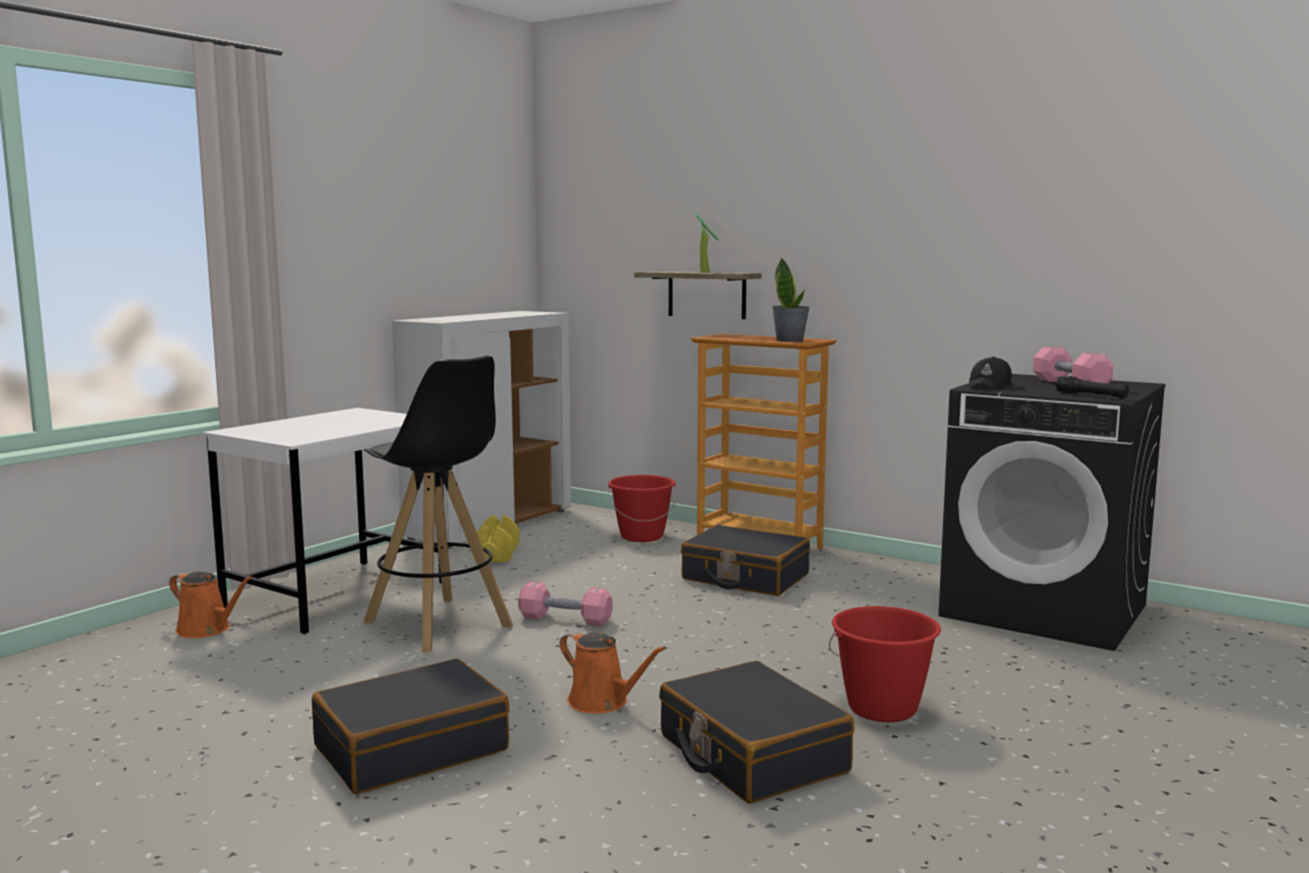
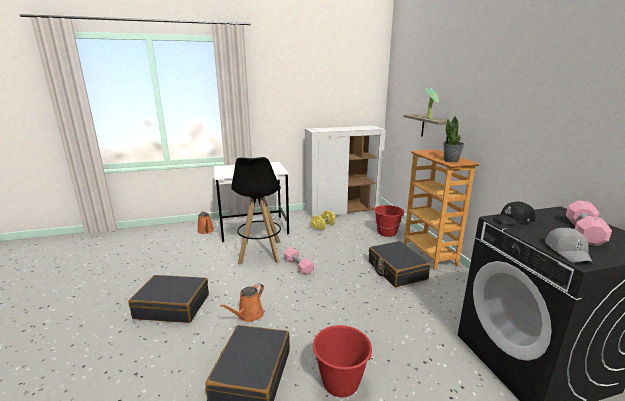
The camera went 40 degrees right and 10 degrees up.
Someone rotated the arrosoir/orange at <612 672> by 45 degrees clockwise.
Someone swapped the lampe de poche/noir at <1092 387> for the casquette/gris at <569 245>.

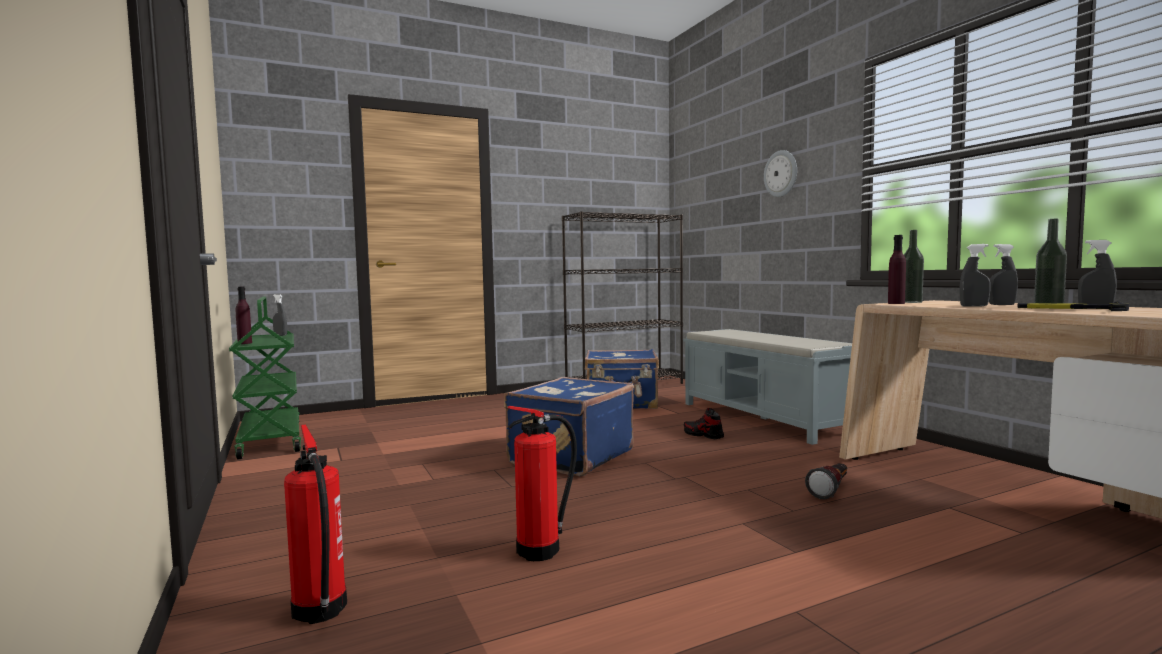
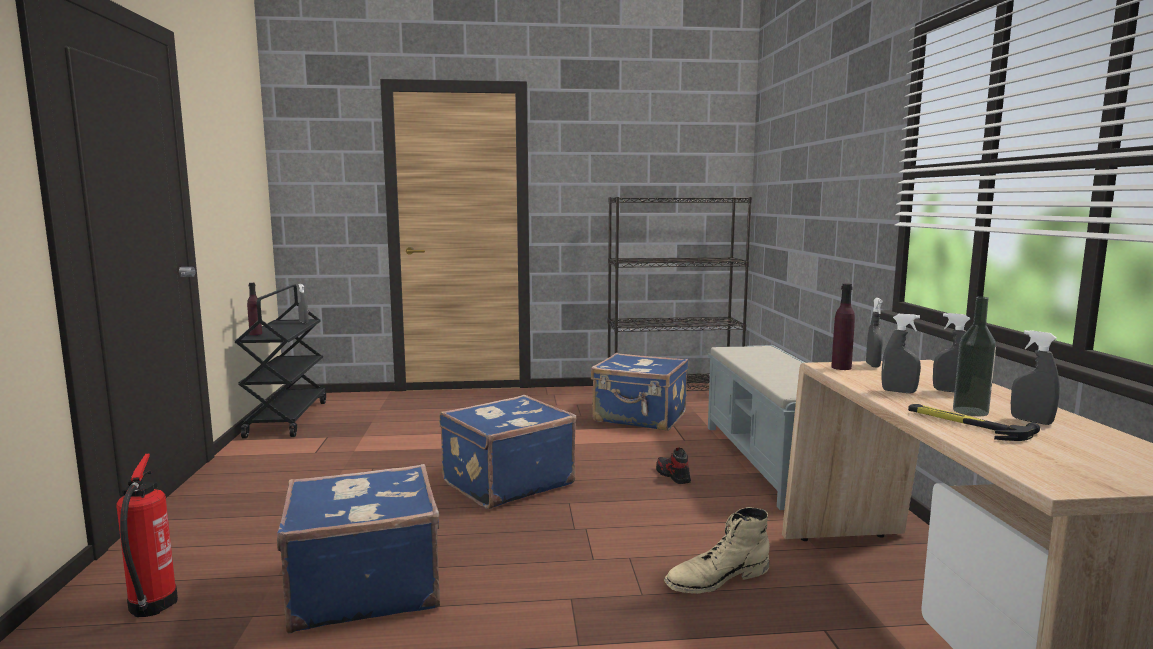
The camera went 20 degrees right and 5 degrees up.
Someone repainted the chariot/vert at <265 378>, which became the chariot/noir at <280 361>.
Someone swapped the extincteur at <542 483> for the valise/bleu at <358 549>.
Someone swapped the lampe de poche at <826 481> for the botte/beige at <717 550>.
Someone swapped the bouteille at <914 266> for the vaporisateur/gris at <874 333>.
Someone took away the horloge murale at <780 173>.

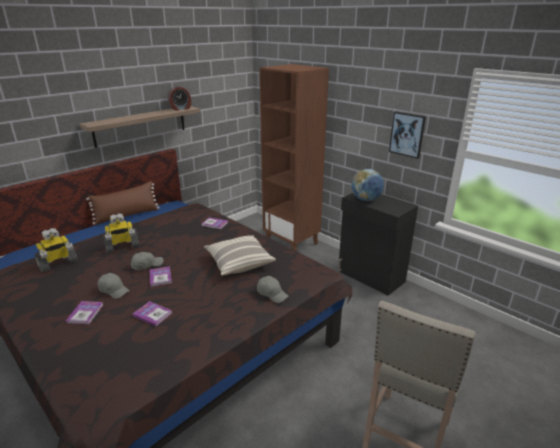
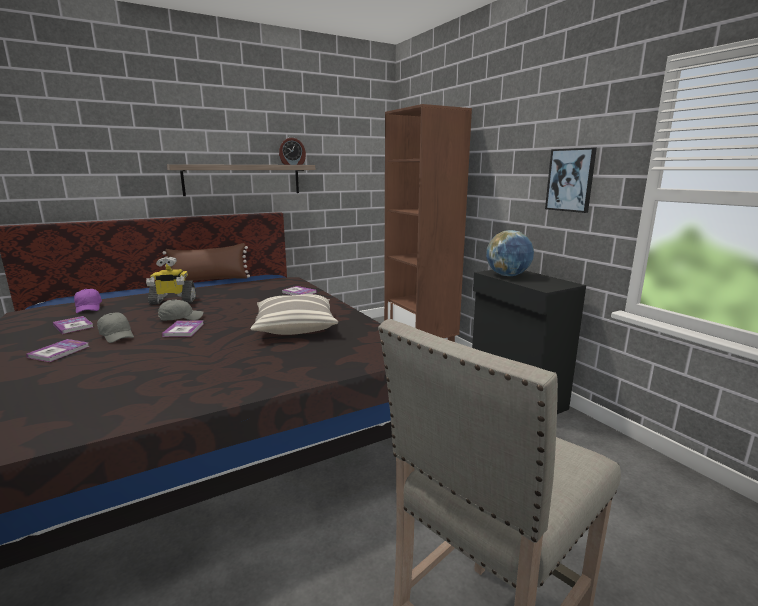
The camera went 15 degrees right and 10 degrees down.
Someone carried the livre from <152 313> to <73 325>.
Someone swapped the robot jouet at <56 250> for the casquette/violet at <88 301>.
Someone took away the casquette/gris at <272 289>.

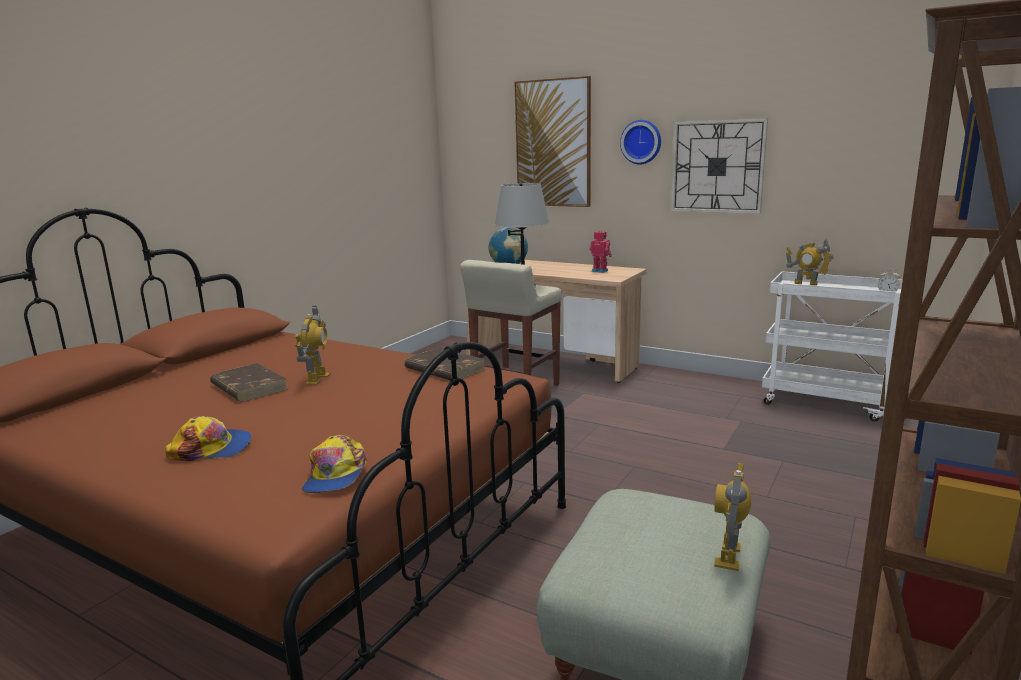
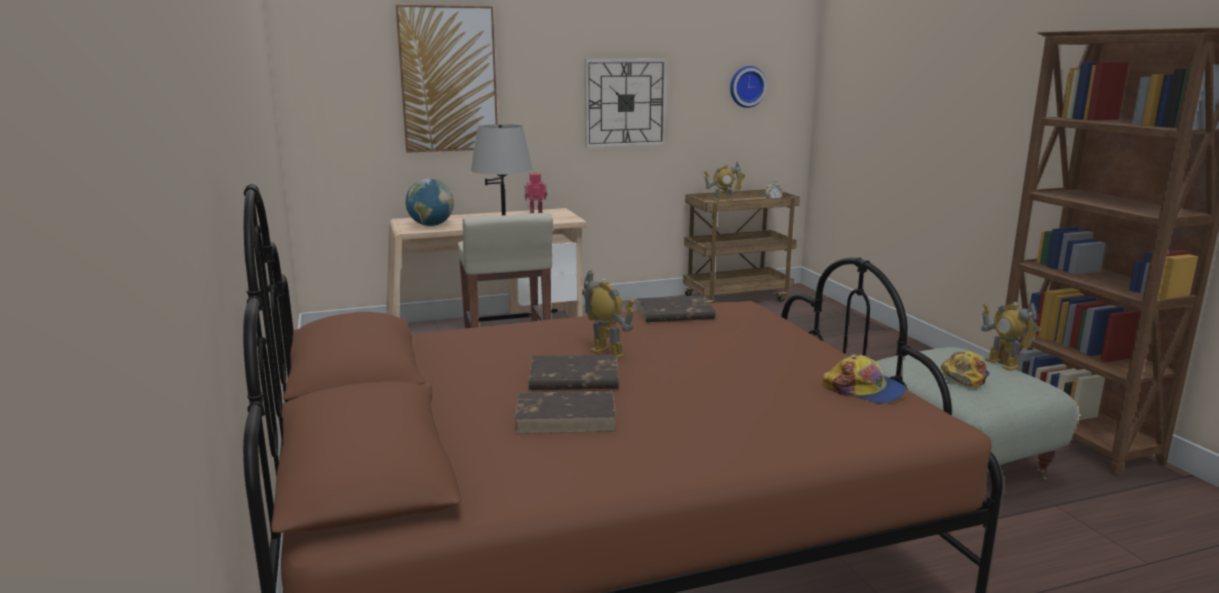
The camera went 50 degrees left and 0 degrees up.
Someone put down the livre/marron at <565 412>.
Someone repainted the chariot/blanc at <832 346>, which became the chariot/marron at <741 246>.
Someone carried the horloge murale from <640 142> to <748 87>.
Someone carried the casquette from <208 438> to <965 369>.

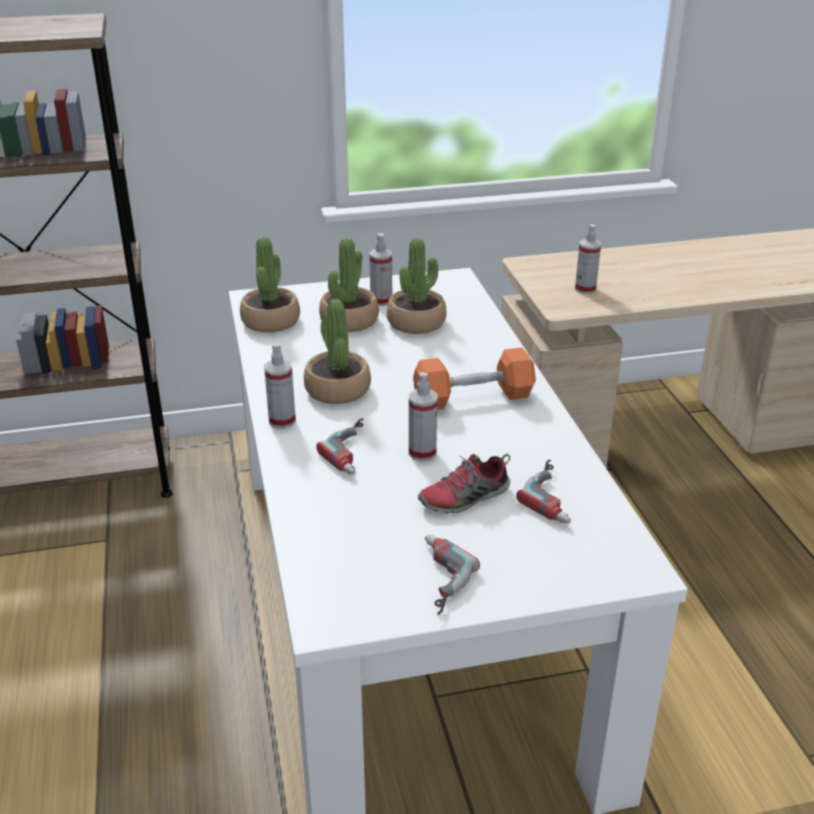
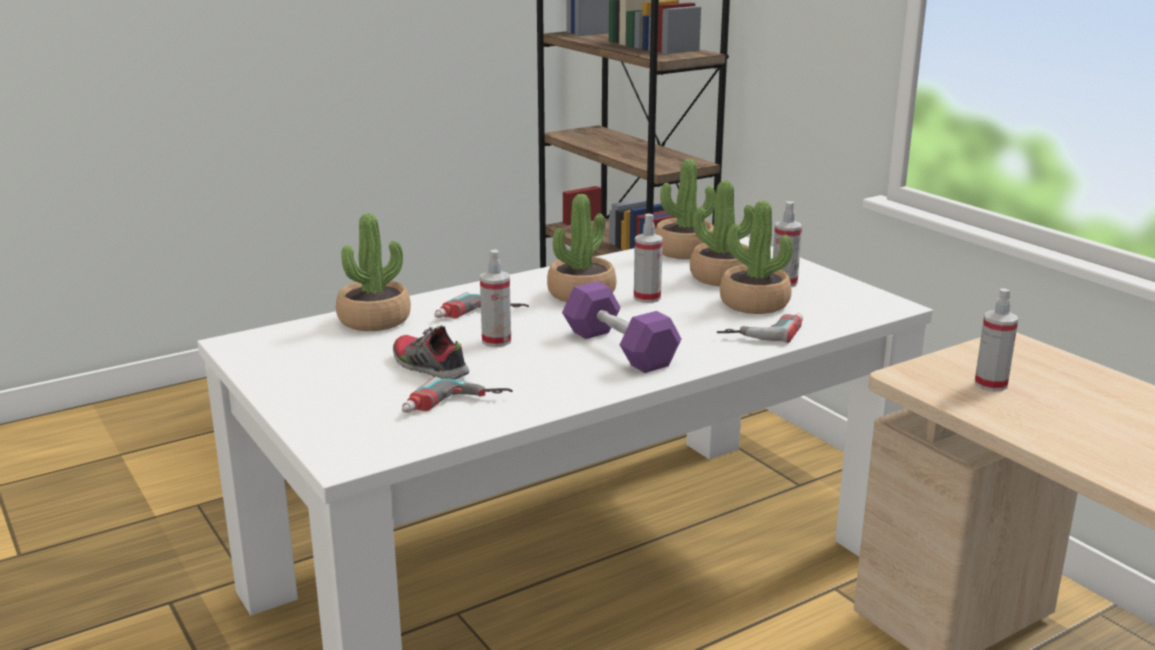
The camera went 70 degrees right and 10 degrees down.
Someone put down the plante en pot at <373 272>.
Someone repainted the haltère/orange at <474 378>, which became the haltère/violet at <621 327>.
Someone carried the vaporisateur from <280 386> to <648 258>.
Someone carried the perceuse from <452 575> to <760 328>.

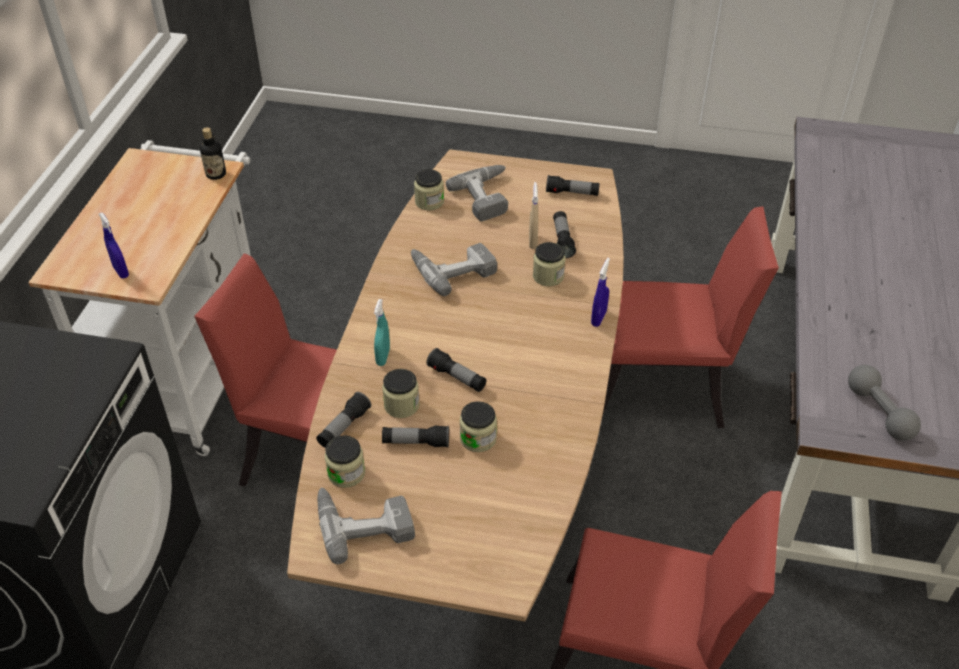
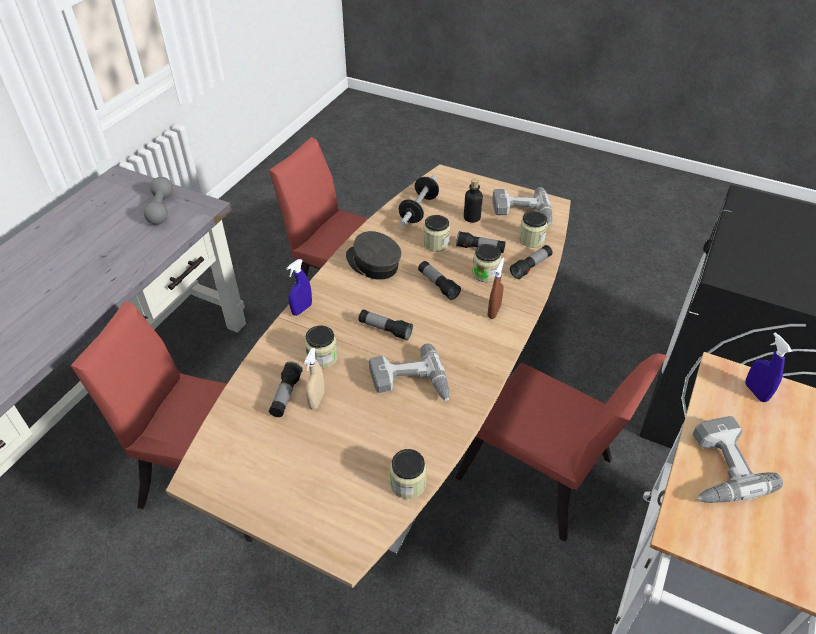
The camera went 165 degrees left and 0 degrees up.
Someone put down the casquette/gris at <373 255>.
Someone carried the lampe de poche from <573 185> to <385 325>.
Someone put down the haltère at <419 200>.
Someone carried the bouteille from <213 153> to <473 201>.
Someone repainted the vaporisateur/turquoise at <382 332>, which became the vaporisateur/marron at <496 288>.
Someone carried the perceuse from <477 193> to <738 459>.

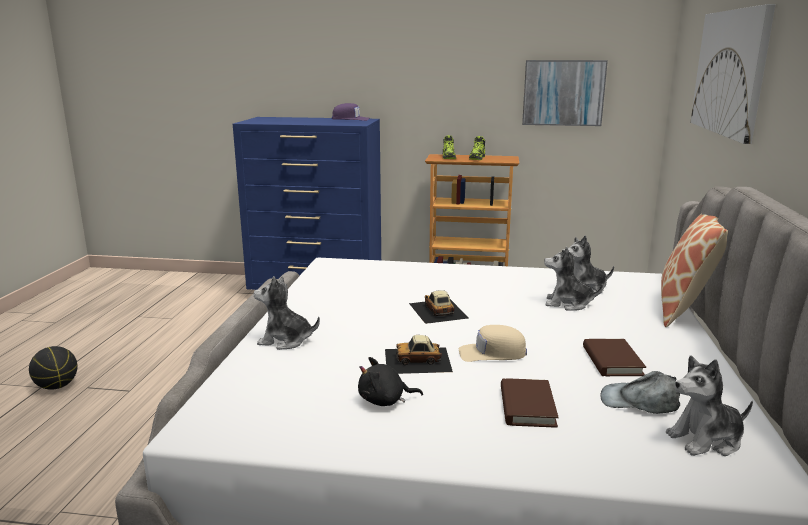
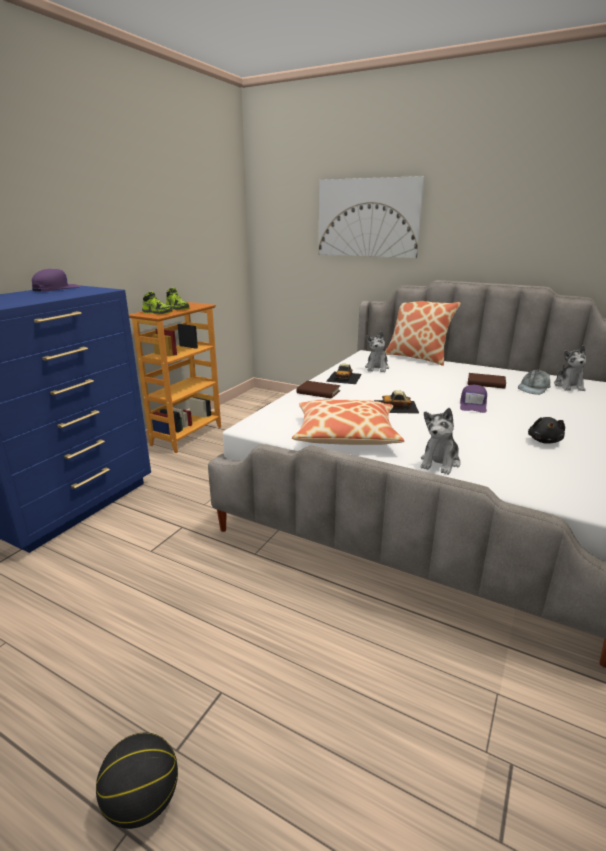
The camera went 70 degrees left and 5 degrees up.
Someone put down the coussin at <348 422>.
Someone carried the livre/marron from <530 403> to <318 390>.
Someone carried the petite voiture from <419 354> to <344 374>.
Someone repainted the casquette/beige at <493 343>, which became the casquette/violet at <473 399>.
Someone took away the tableau at <565 93>.
Someone took away the peluche at <573 278>.

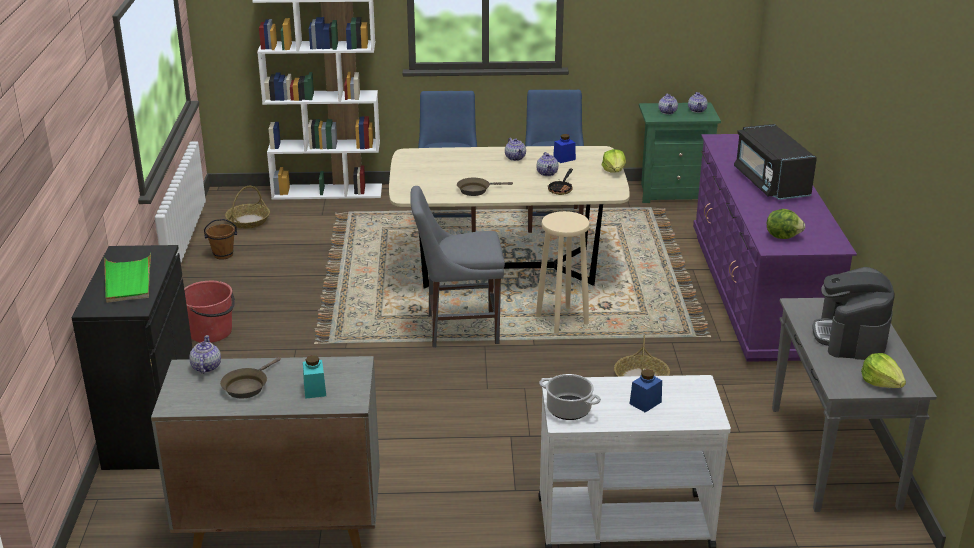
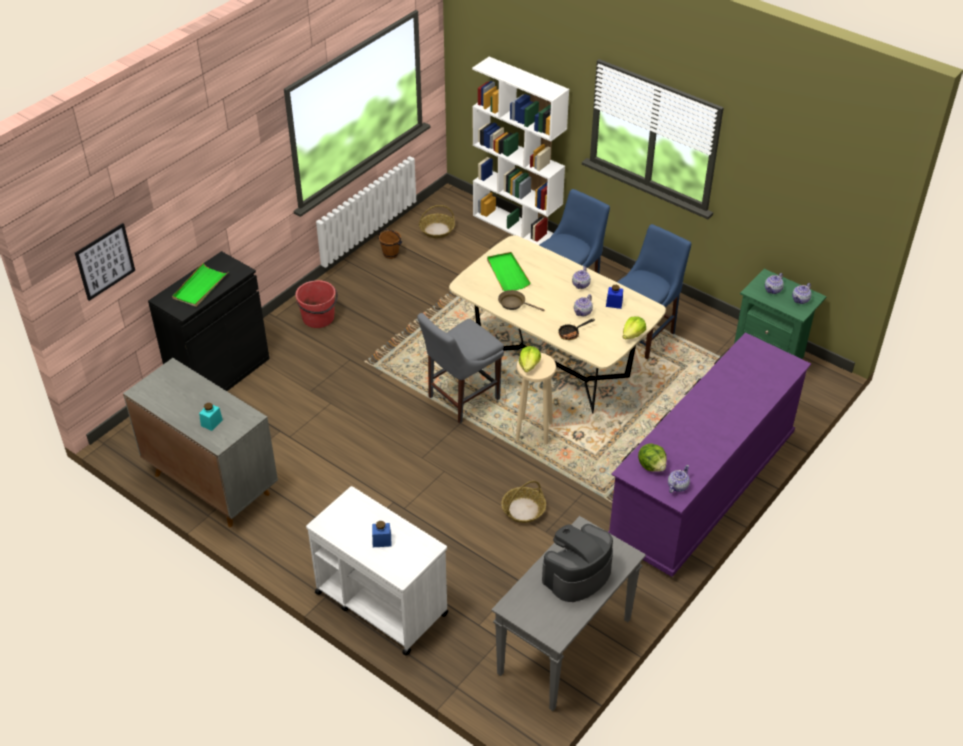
The camera went 40 degrees right and 15 degrees up.
Someone put up the tableau at <105 262>.
Someone rotated the chaise/gris at <457 266> by 75 degrees counterclockwise.
Someone put down the plateau/vert at <509 271>.
Someone carried the laitue from <883 370> to <530 359>.
Someone carried the théière from <205 354> to <679 479>.
Someone took away the poêle/marron at <250 378>.
Someone took away the marmite at <570 397>.
Someone took away the micro-ondes/noir at <775 162>.

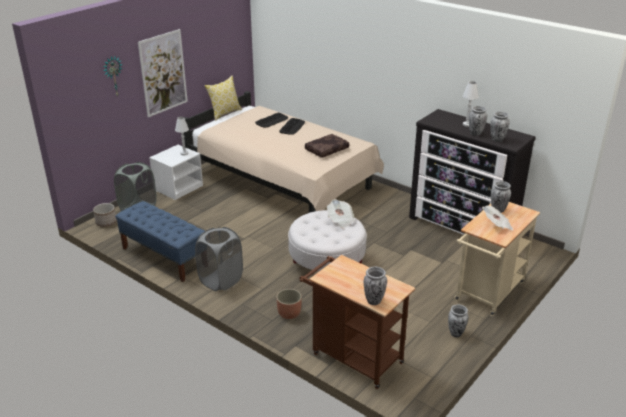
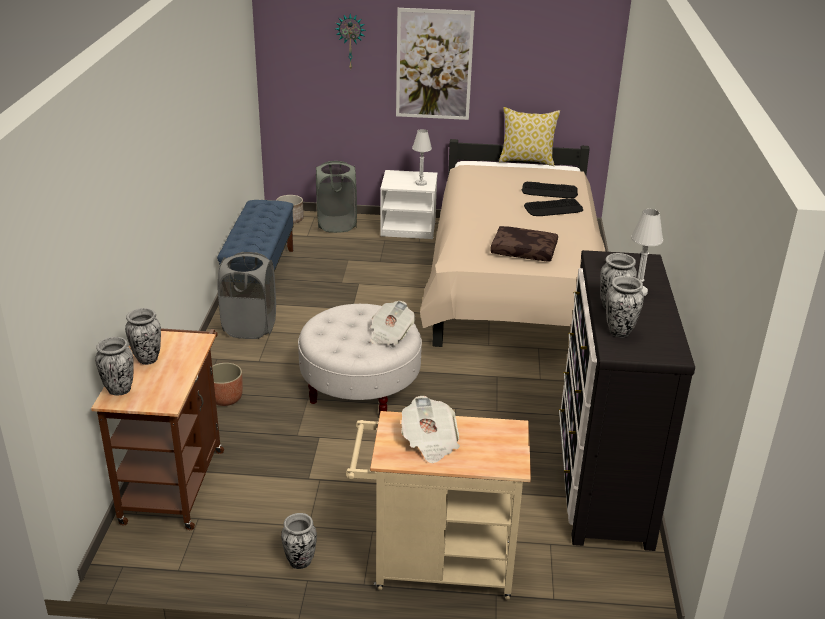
The camera went 55 degrees right and 0 degrees up.
Someone carried the vase from <501 197> to <143 336>.

